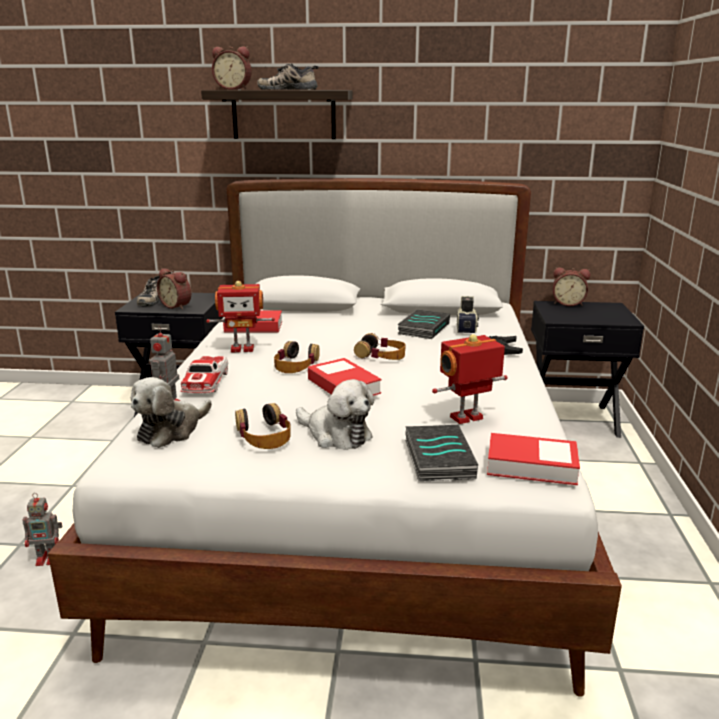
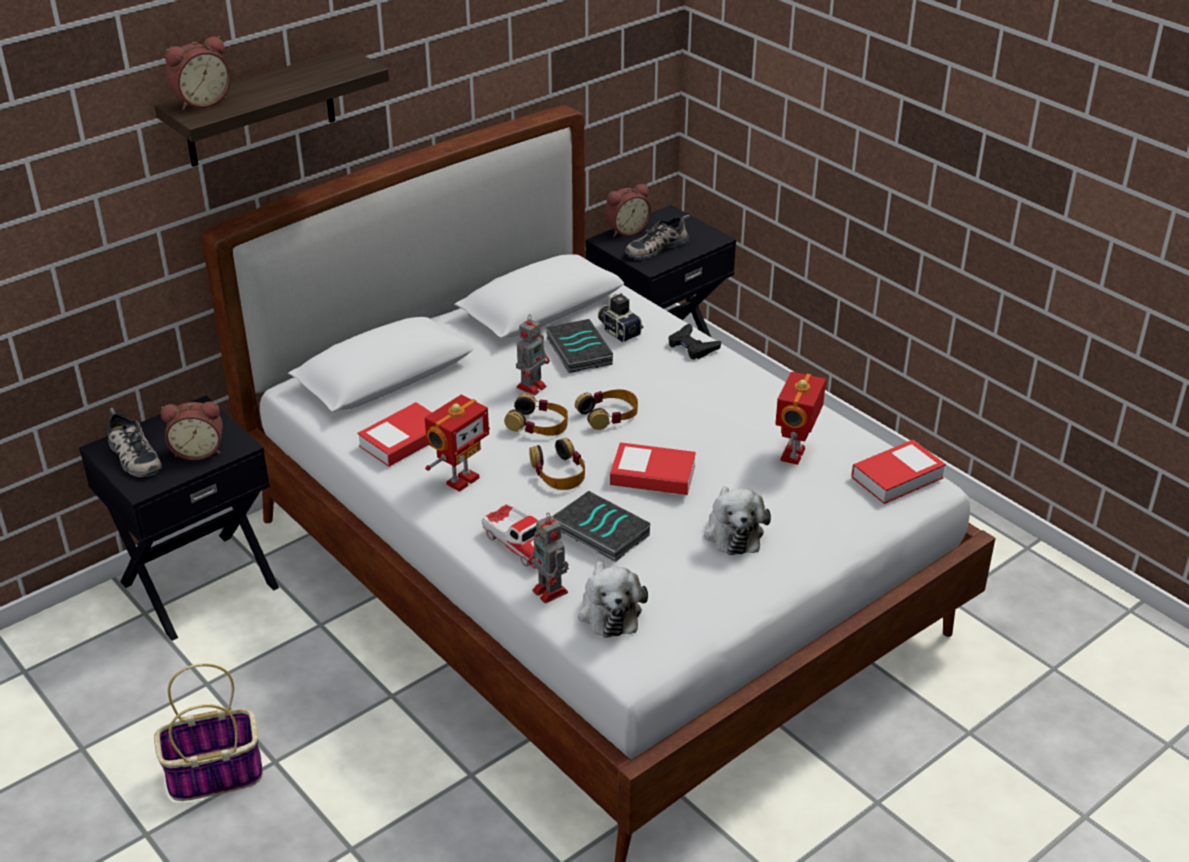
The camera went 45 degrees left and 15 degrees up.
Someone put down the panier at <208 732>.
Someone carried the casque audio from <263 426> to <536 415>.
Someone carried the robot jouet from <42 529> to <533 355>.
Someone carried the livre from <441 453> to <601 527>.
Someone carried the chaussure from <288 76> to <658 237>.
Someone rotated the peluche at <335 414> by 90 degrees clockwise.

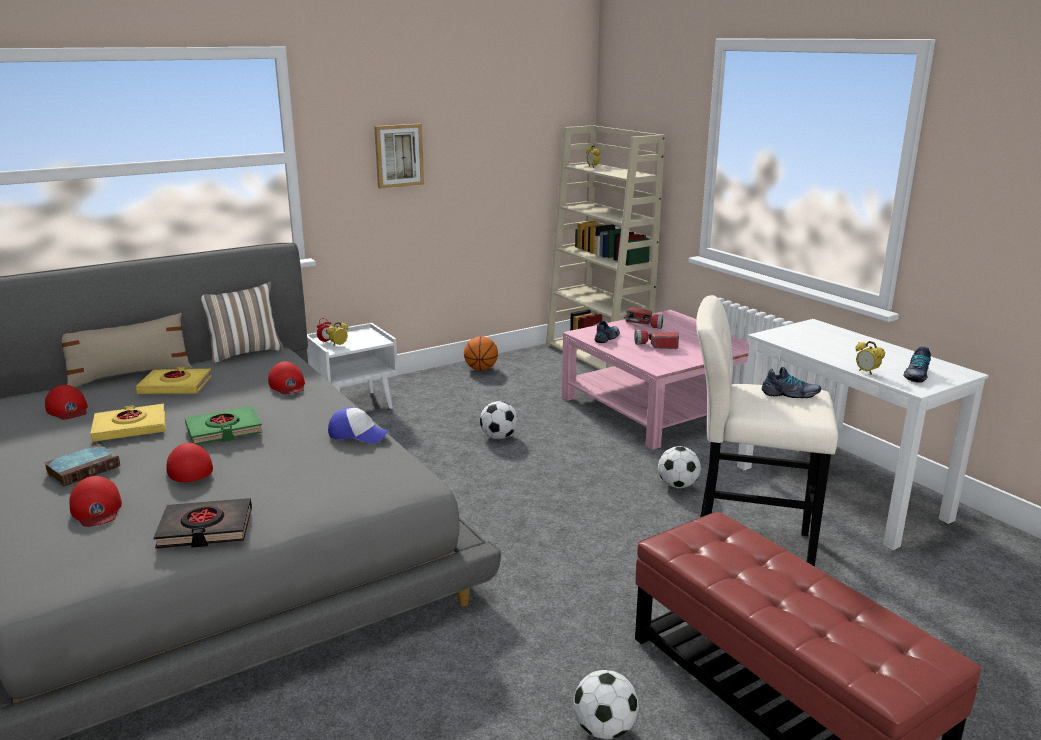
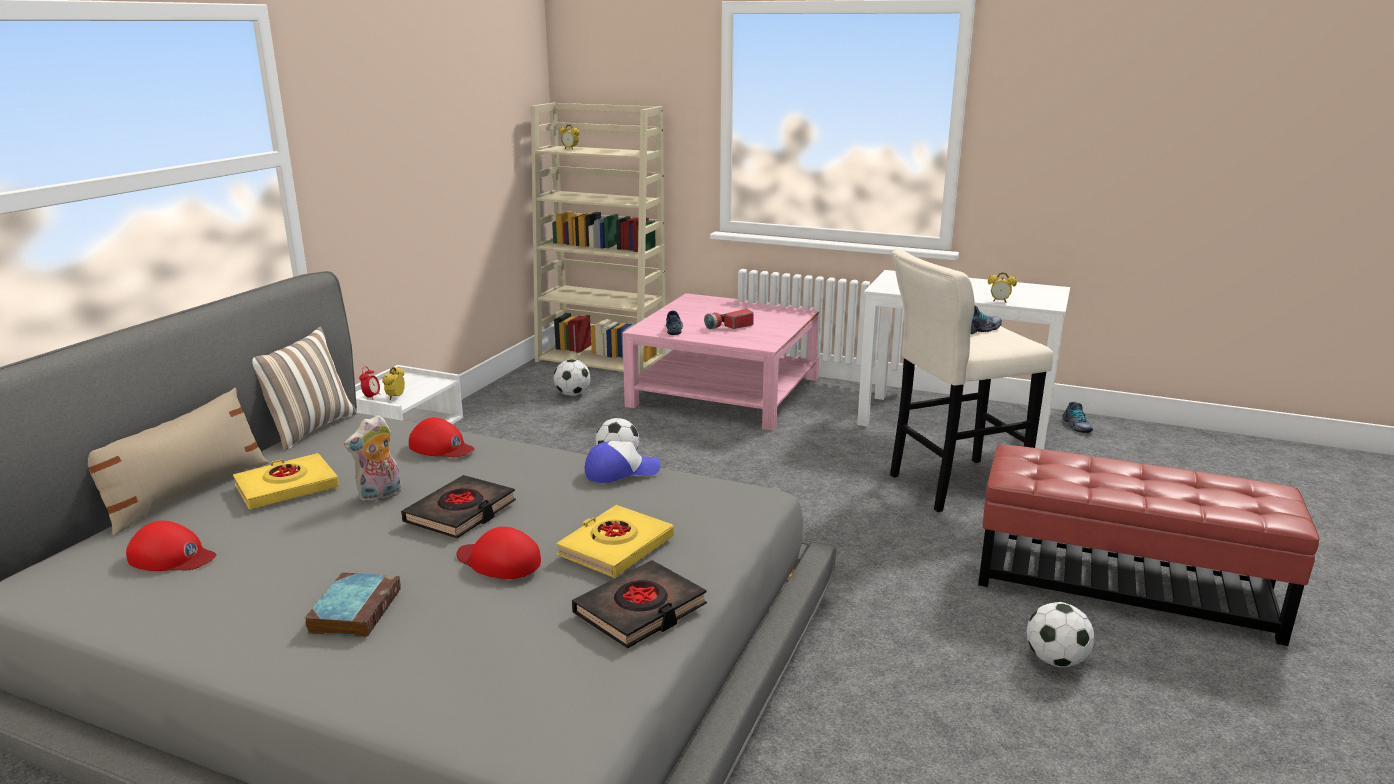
The camera went 35 degrees left and 0 degrees up.
Someone put down the peluche at <372 459>.
Someone repainted the livre/vert at <224 425>, which became the livre/noir at <458 507>.
Someone carried the ballon de foot from <679 467> to <572 377>.
Someone carried the livre/jaune from <127 422> to <615 541>.
Someone carried the chaussure from <917 365> to <1077 417>.
Someone took away the casquette/rouge at <95 501>.
Someone took away the tableau at <399 156>.
Someone took away the ballon de basket at <481 353>.
Someone took away the lampe de poche at <643 318>.

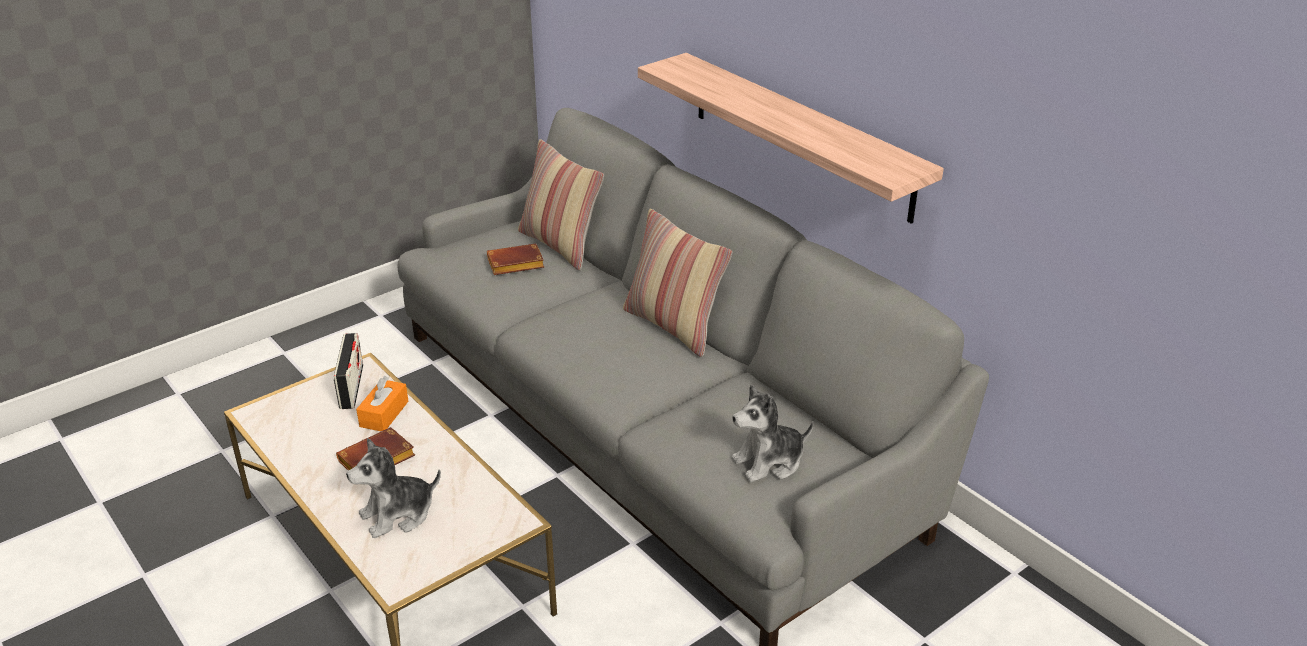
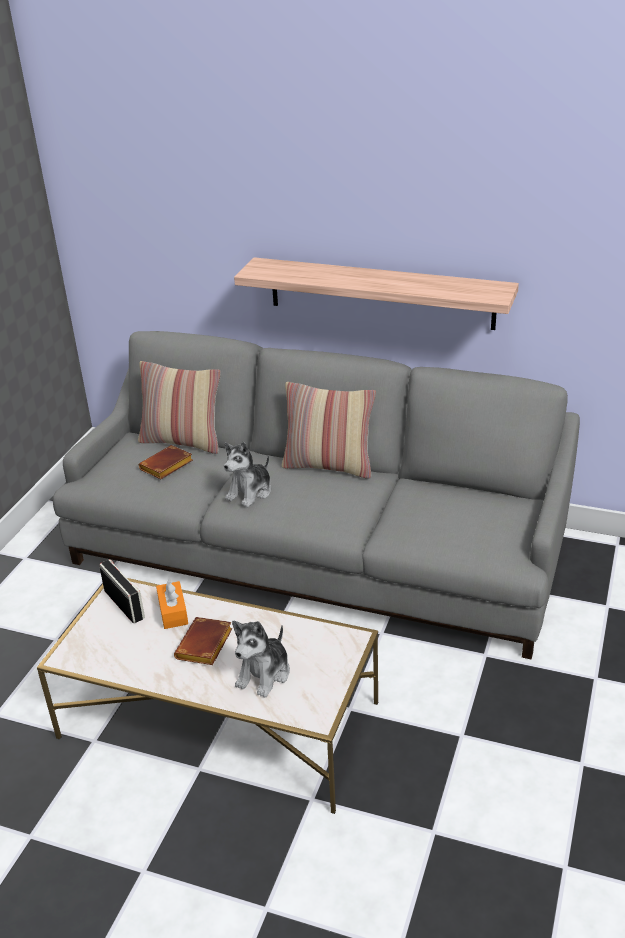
The camera went 30 degrees left and 0 degrees up.
Someone carried the peluche from <772 433> to <247 475>.

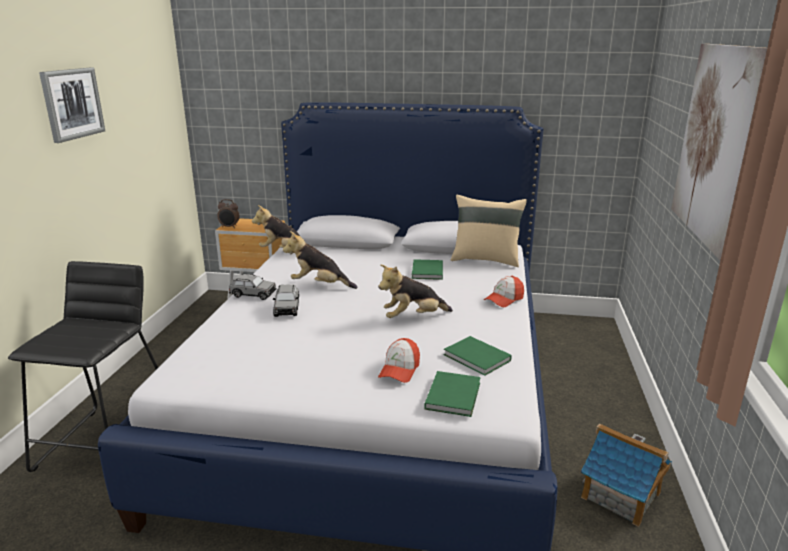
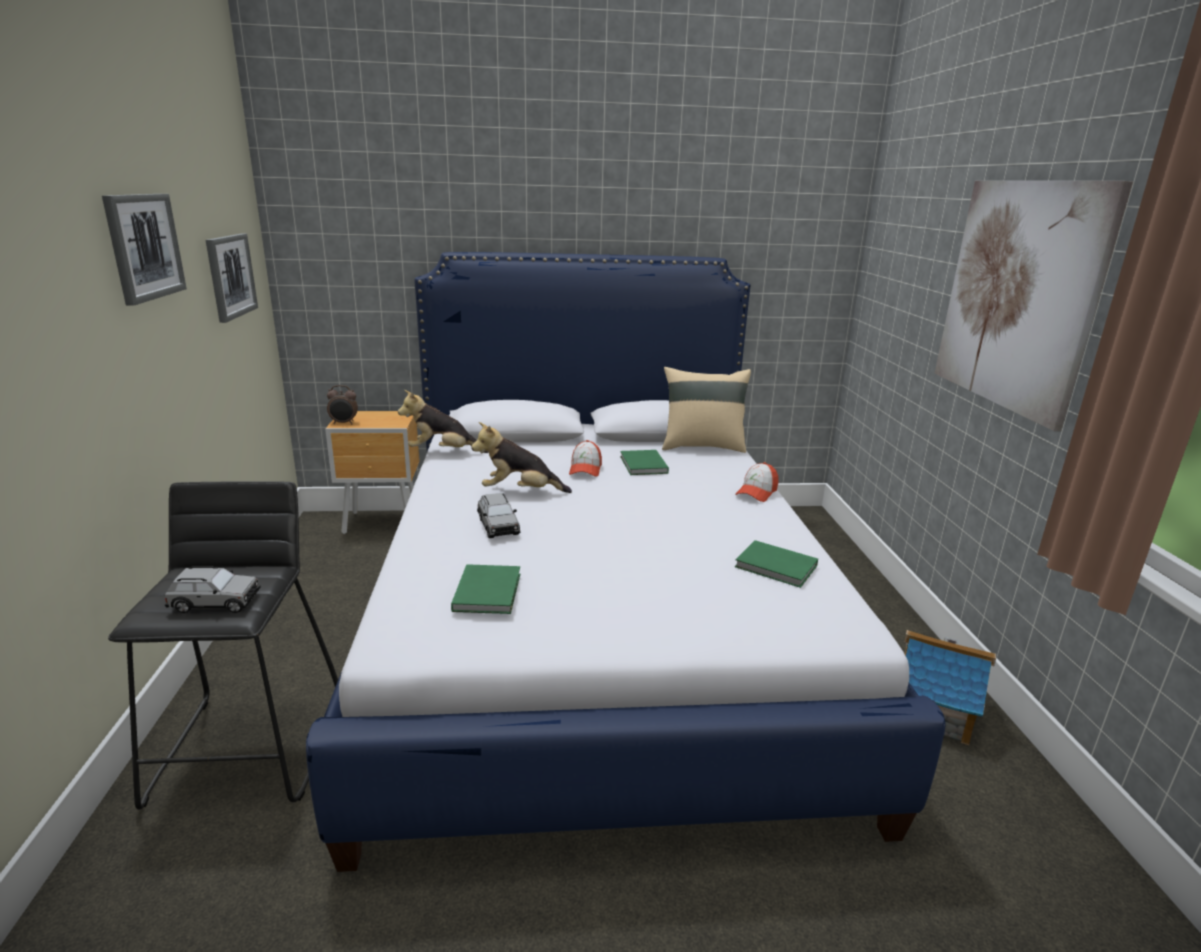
The camera went 15 degrees left and 0 degrees up.
Someone carried the petite voiture/gris from <252 287> to <213 589>.
Someone put up the tableau at <232 278>.
Someone carried the livre/vert from <452 394> to <485 589>.
Someone carried the casquette from <399 360> to <585 458>.
Someone took away the peluche at <416 291>.

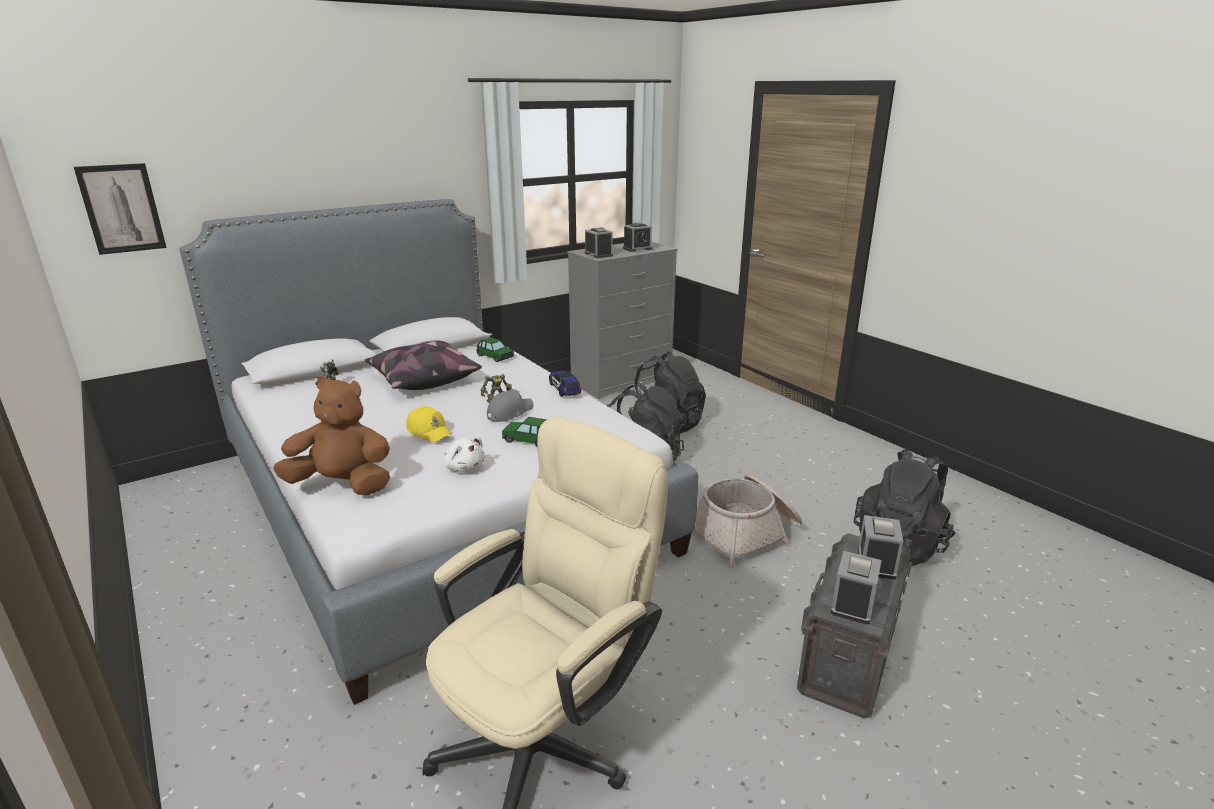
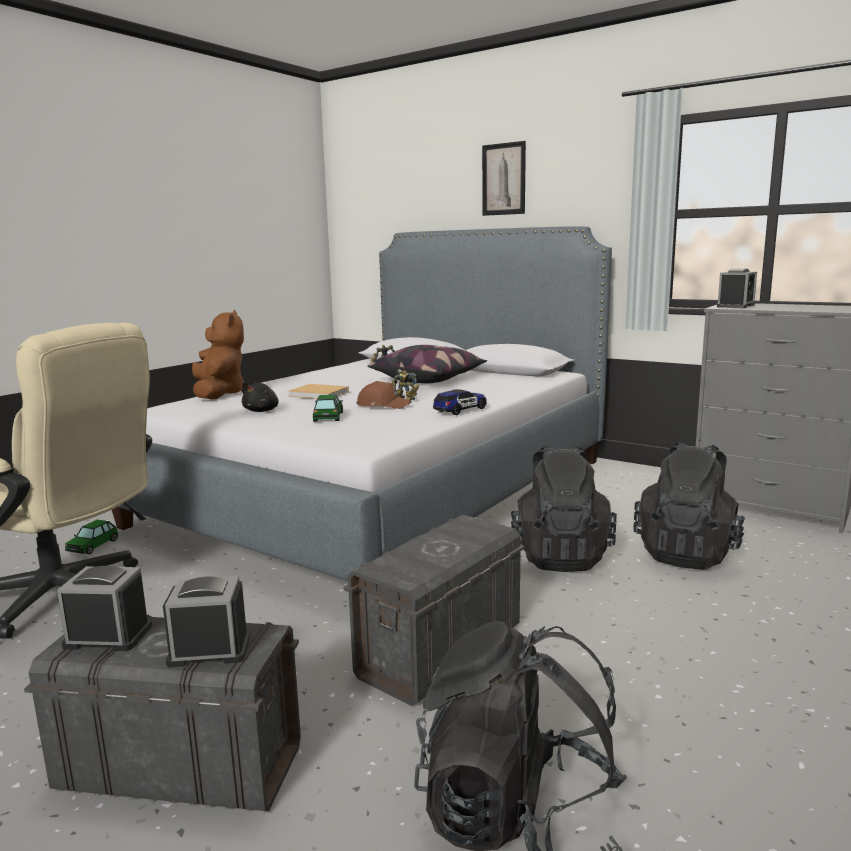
The camera went 70 degrees right and 10 degrees down.
Someone carried the petite voiture from <495 349> to <91 537>.
Someone repainted the peluche/blanc at <464 454>, which became the peluche/noir at <260 396>.
Someone swapped the casquette/jaune at <428 424> for the livre/beige at <318 391>.
Someone swapped the panier at <748 521> for the boîte de rangement/gris at <434 610>.
Someone repainted the casquette/gris at <510 405>, which became the casquette/marron at <384 395>.
Someone carried the tableau from <120 209> to <504 178>.
Someone took away the réveil at <638 237>.

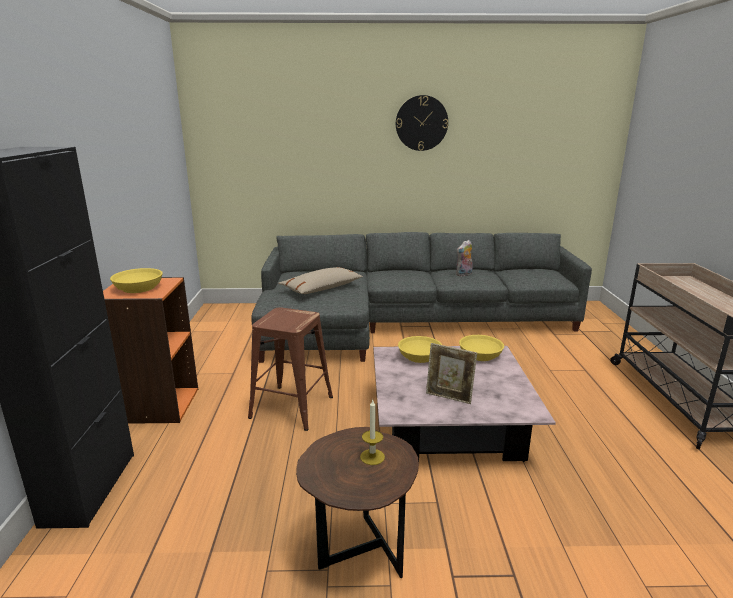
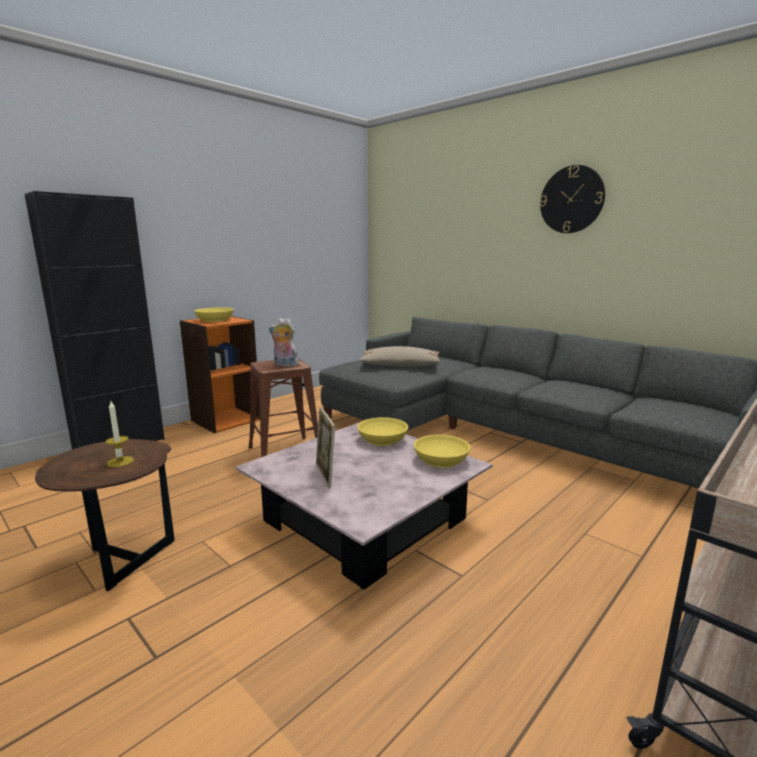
The camera went 45 degrees right and 5 degrees down.
Someone carried the peluche from <464 258> to <283 342>.

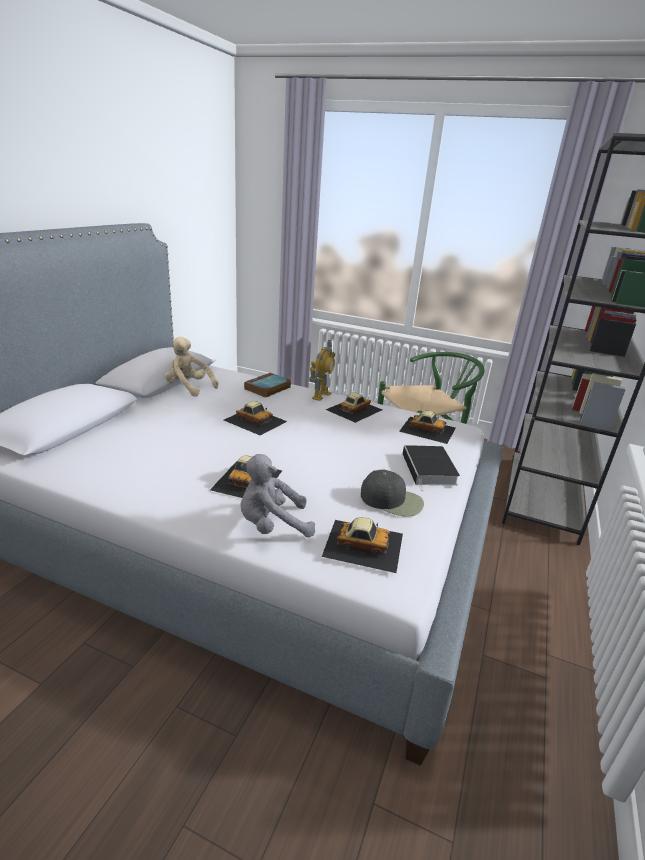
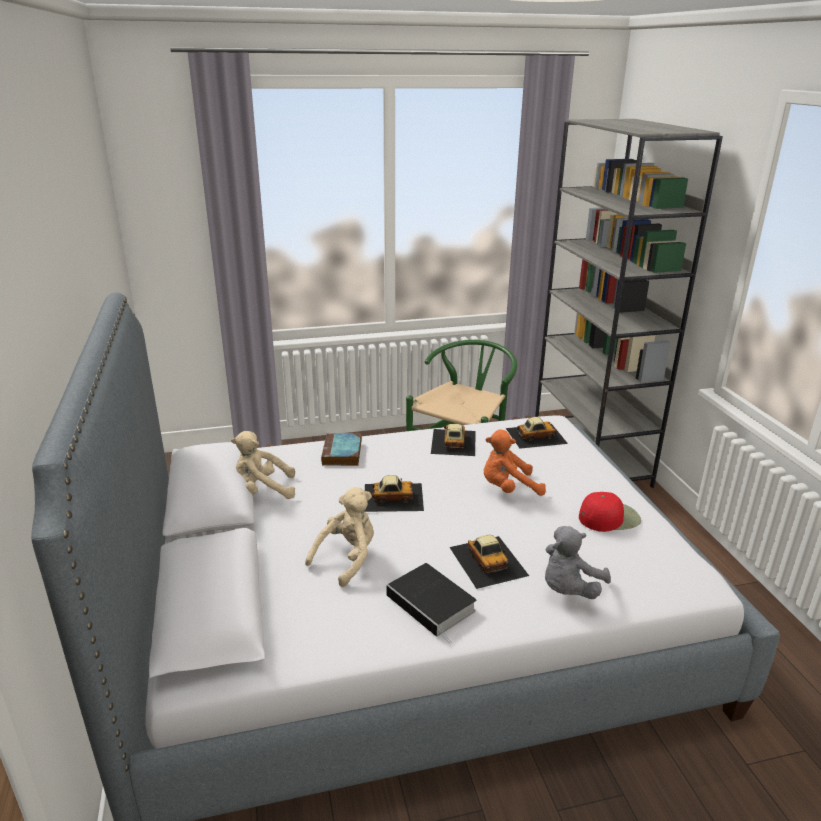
The camera went 35 degrees left and 0 degrees up.
Someone put down the peluche/beige at <339 537>.
Someone carried the livre from <431 468> to <431 603>.
Someone put down the peluche/orange at <515 462>.
Someone repainted the casquette/noir at <392 493>, which became the casquette/rouge at <610 512>.
Someone took away the robot jouet at <322 370>.
Someone took away the petite voiture at <362 545>.

